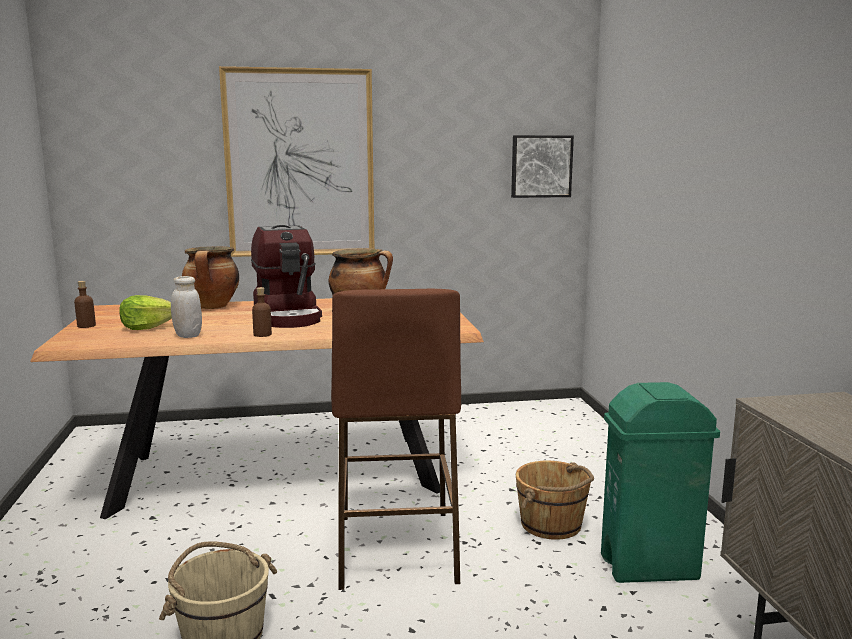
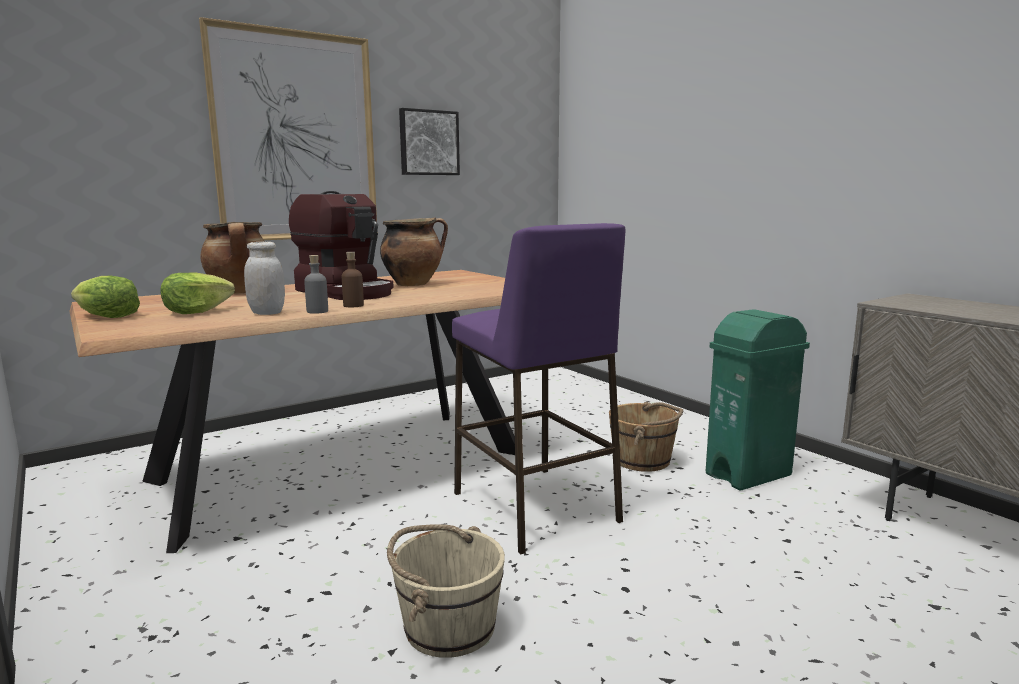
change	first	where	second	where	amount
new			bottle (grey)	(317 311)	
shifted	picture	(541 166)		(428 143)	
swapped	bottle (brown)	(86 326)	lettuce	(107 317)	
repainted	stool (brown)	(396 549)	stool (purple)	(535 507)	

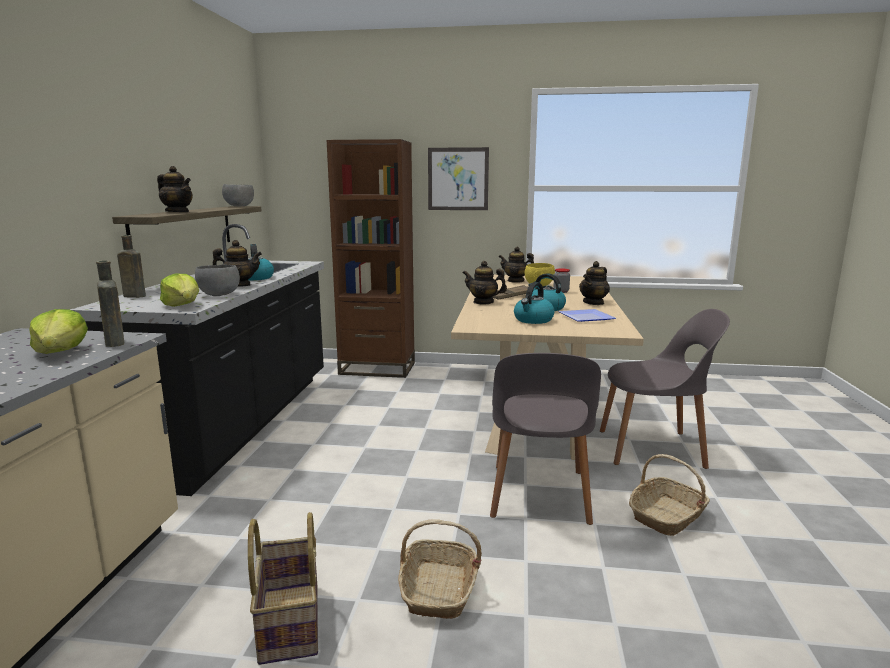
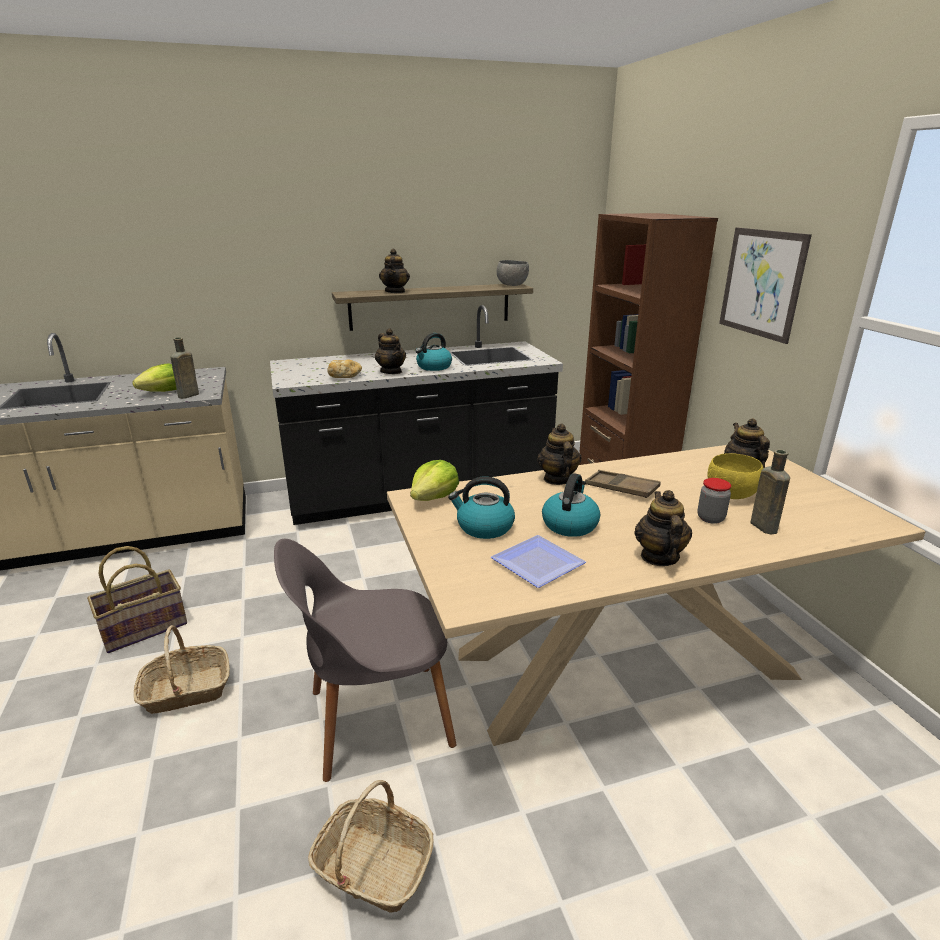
change	first	where	second	where	amount
gone	chair (grey)	(654 448)			
shifted	bottle (brown)	(133 296)		(762 526)	
shifted	lettuce	(183 305)		(434 498)	
swapped	bowl (grey)	(218 295)	bread	(345 377)	
rotated	teapot	(593 303)		(659 557)	75 degrees clockwise

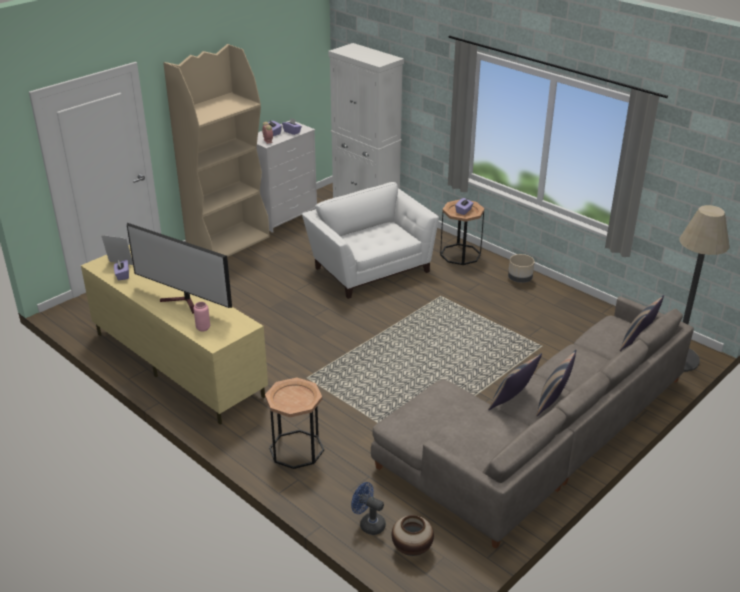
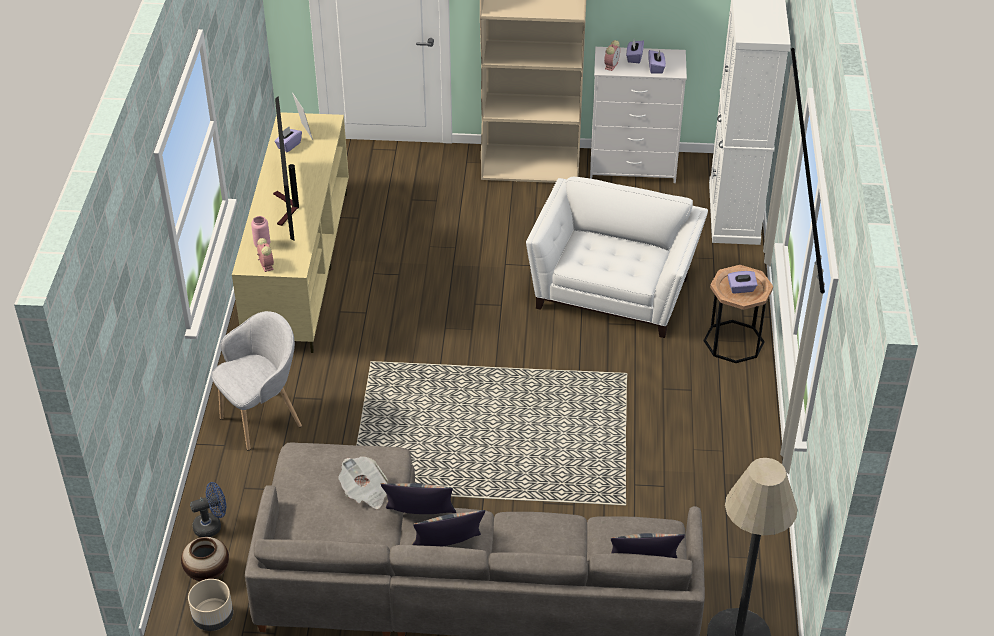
change	first	where	second	where	amount
new			alarm clock	(266 265)	
new			newspaper	(365 492)	
shifted	planter (beige)	(520 279)		(213 618)	
swapped	side table (brown)	(296 449)	armchair (grey)	(263 419)	
rotated	fan (blue)	(368 524)		(212 525)	75 degrees clockwise

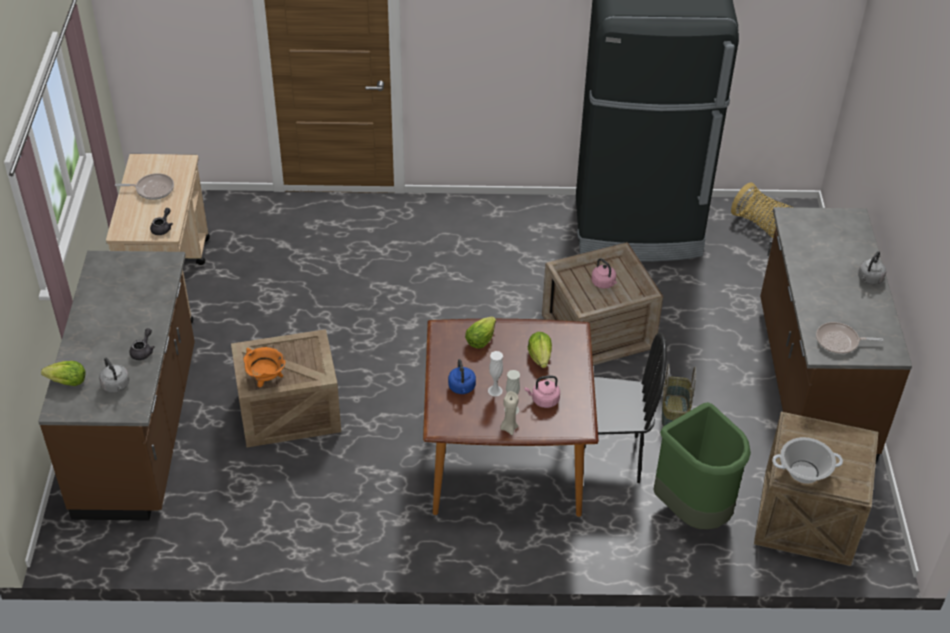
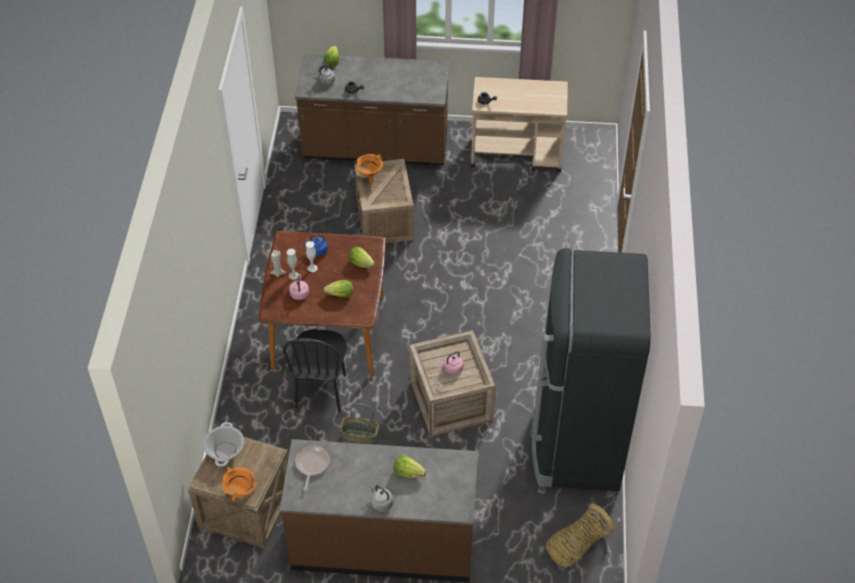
change	first	where	second	where	amount
gone	frying pan	(152 189)			
gone	trash can (green)	(693 510)			
new			cooking pot (orange)	(241 493)	
new			lettuce	(408 472)	

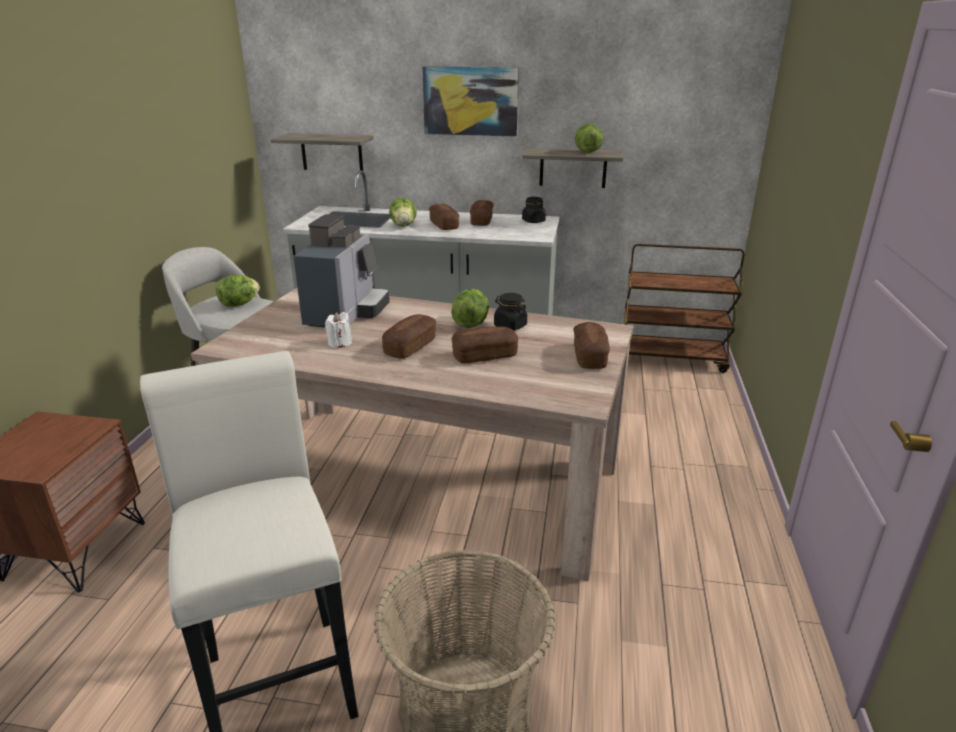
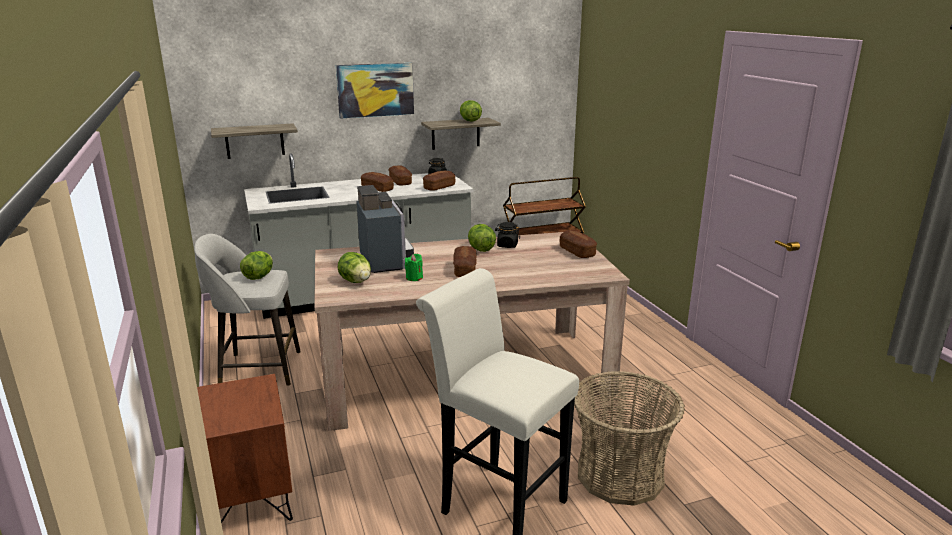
change	first	where	second	where	amount
shifted	lettuce	(403 226)		(356 281)	
shifted	bread	(484 356)		(439 187)	
repainted	candle (white)	(339 343)	candle (green)	(414 278)	

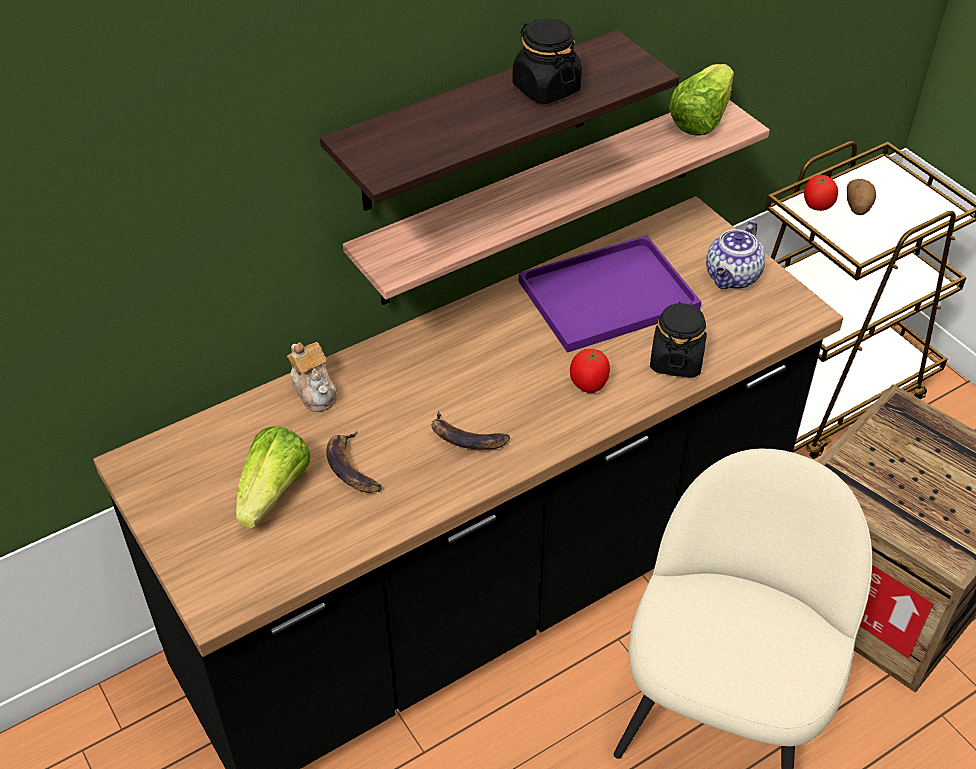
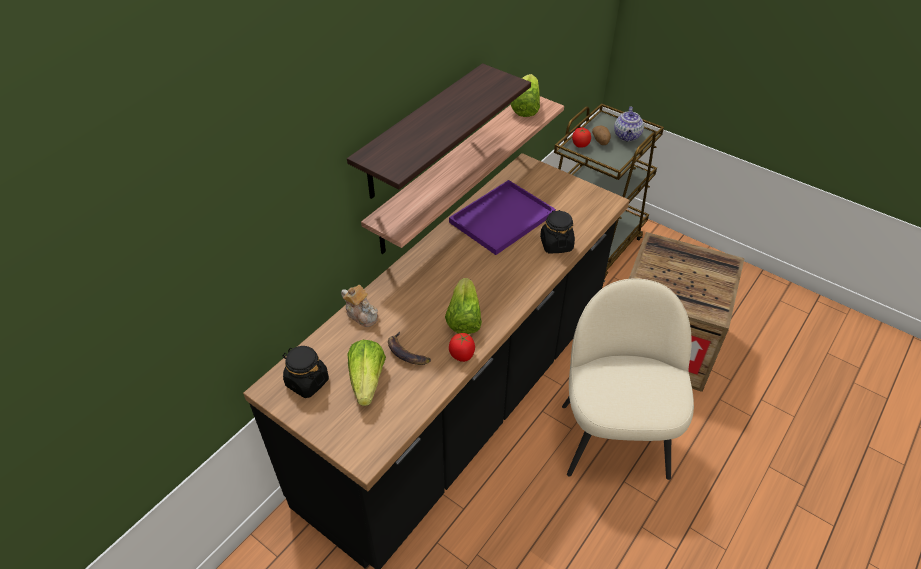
change	first	where	second	where	amount
shifted	jar (black)	(546 88)		(307 382)	
shifted	tomato	(589 384)		(462 355)	
shifted	teapot	(732 278)		(627 136)	
swapped	banana	(466 438)	lettuce	(464 318)	

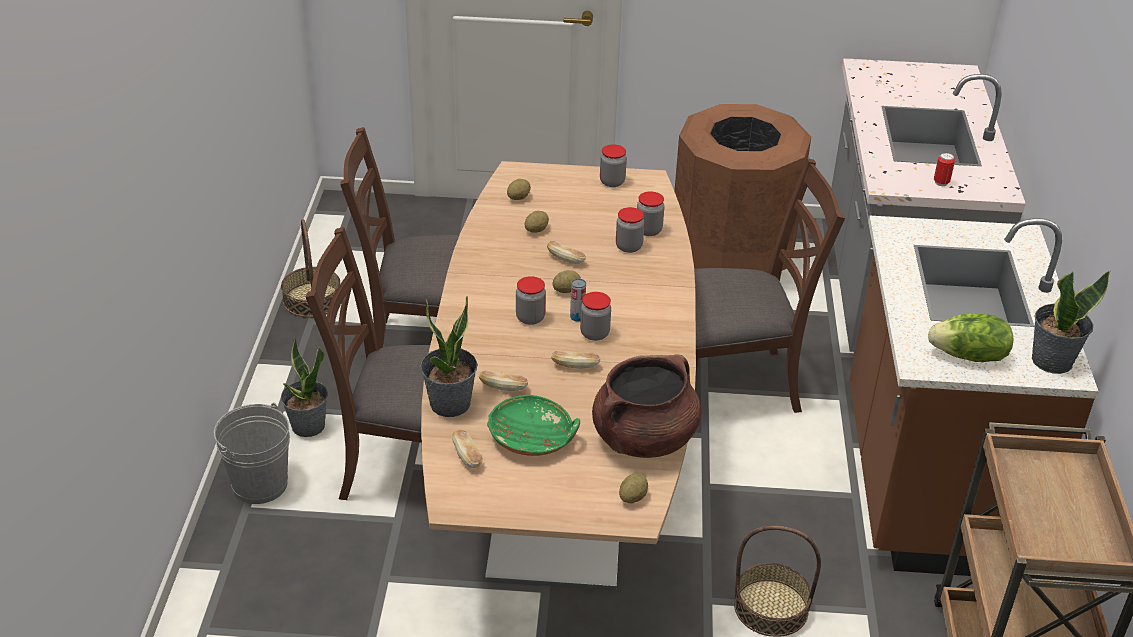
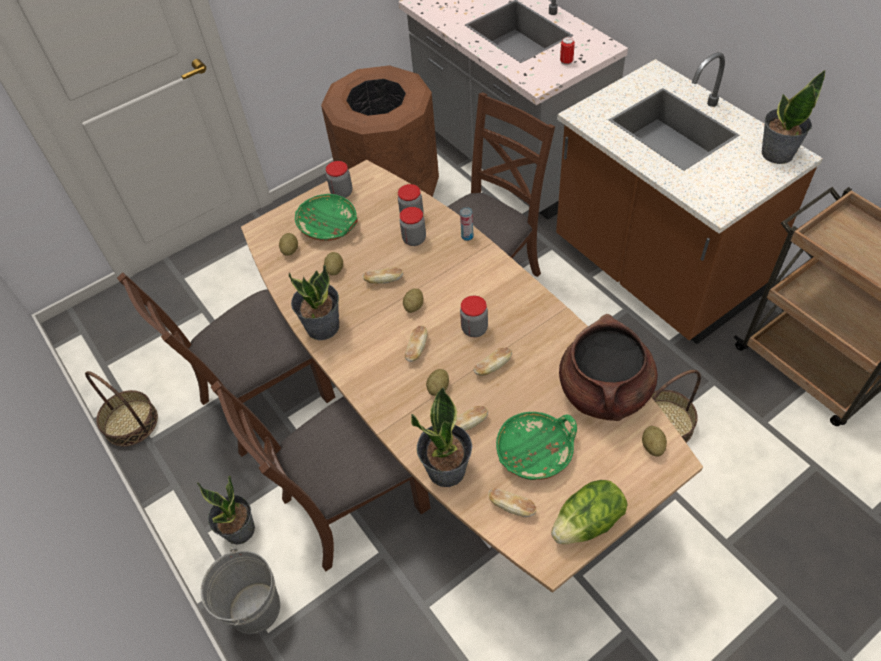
change	first	where	second	where	amount
new			potted plant	(322 326)	
new			bowl (green)	(329 226)	
new			potato	(438 388)	
shifted	can	(577 317)		(467 236)	
shifted	lettuce	(969 356)		(588 523)	
swapped	jar	(530 318)	bread	(416 349)	

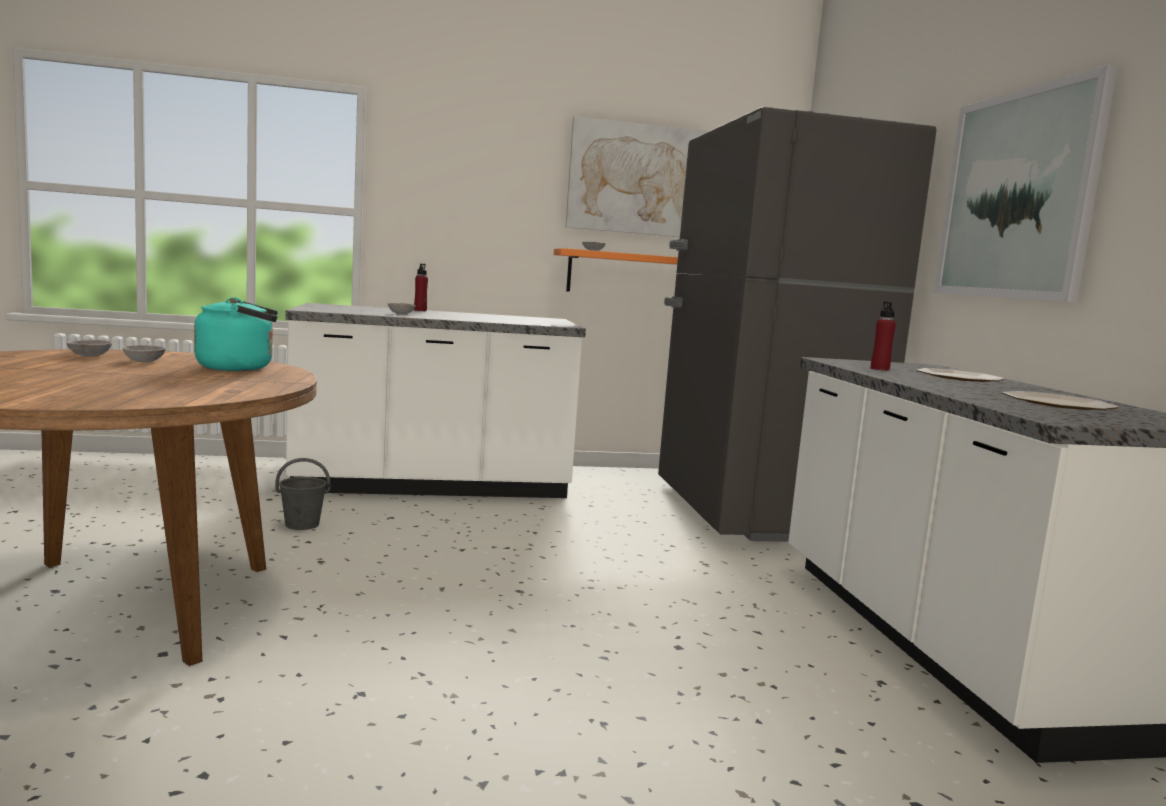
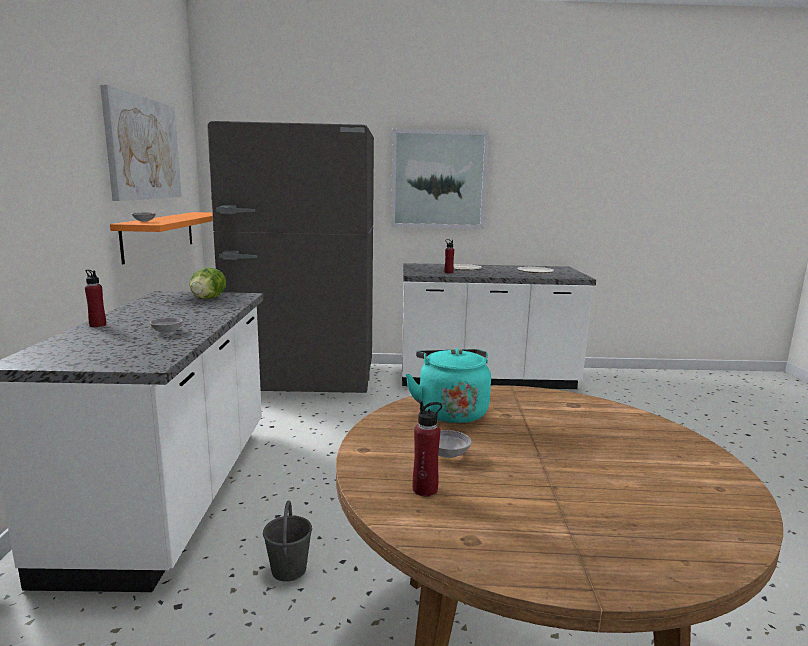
change	first	where	second	where	amount
new			lettuce	(208 298)	
swapped	bowl (grey)	(89 356)	bottle (red)	(425 489)	

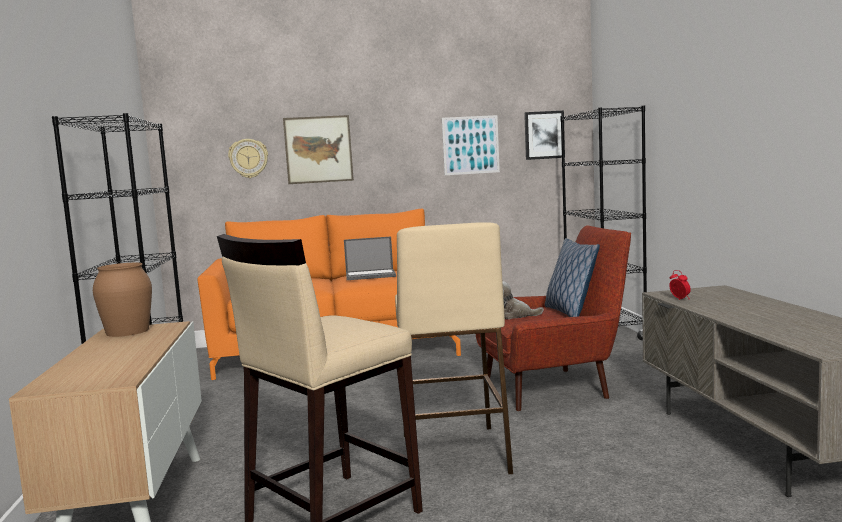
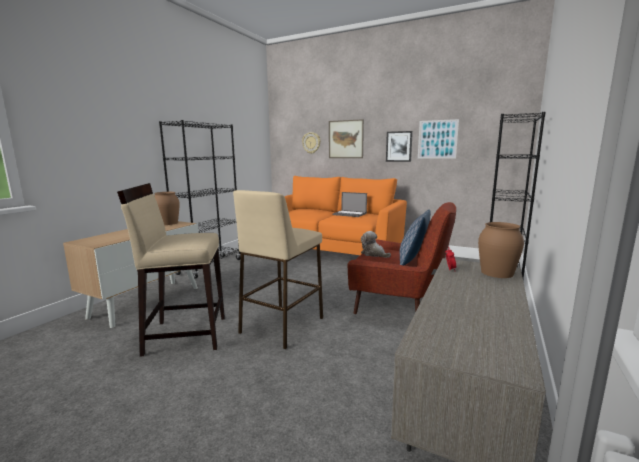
change	first	where	second	where	amount
new			vase (brown)	(497 273)	
shifted	picture	(544 135)		(399 146)	

